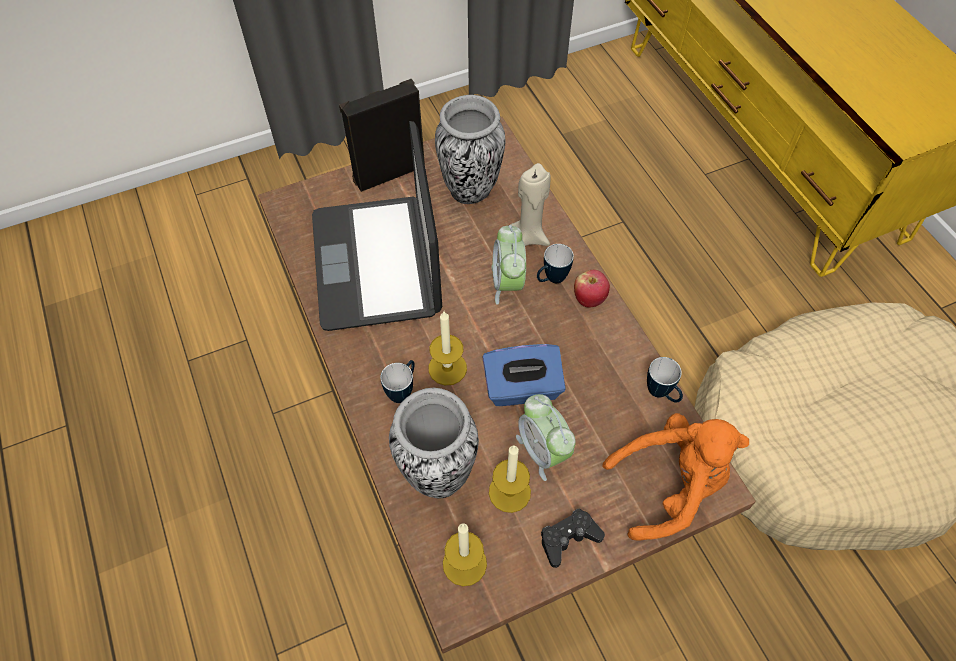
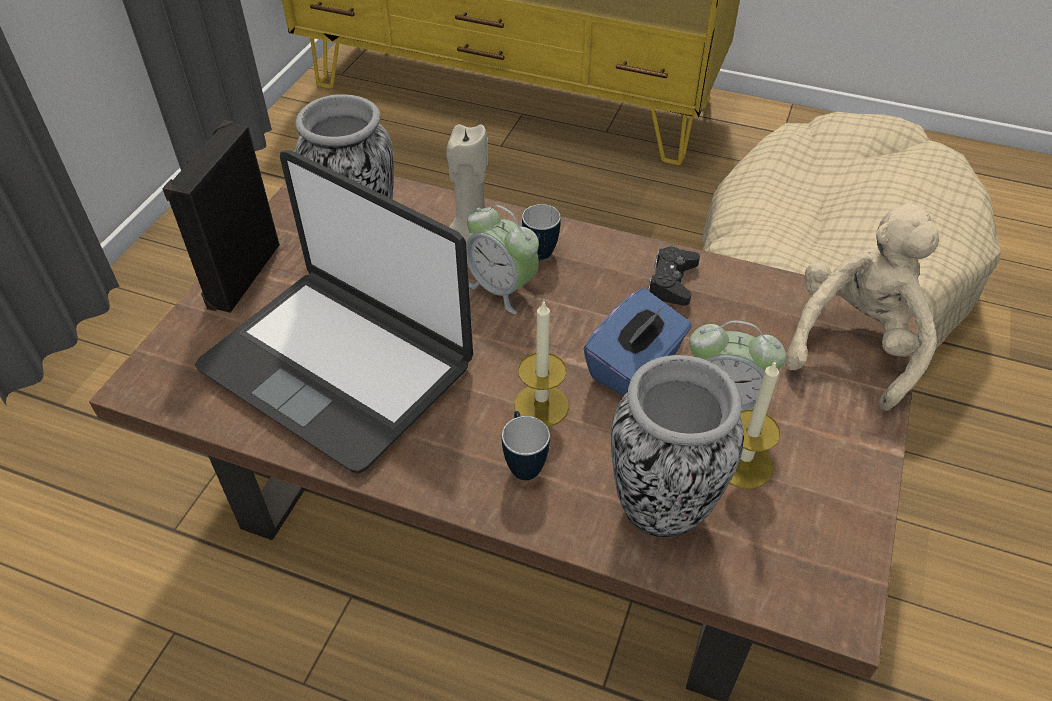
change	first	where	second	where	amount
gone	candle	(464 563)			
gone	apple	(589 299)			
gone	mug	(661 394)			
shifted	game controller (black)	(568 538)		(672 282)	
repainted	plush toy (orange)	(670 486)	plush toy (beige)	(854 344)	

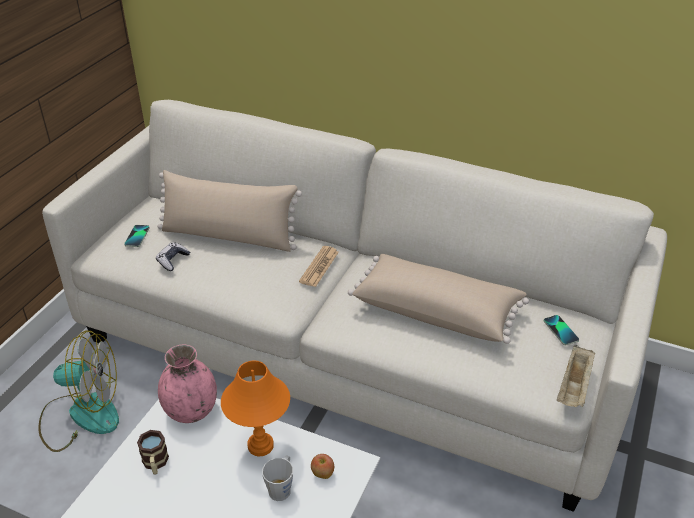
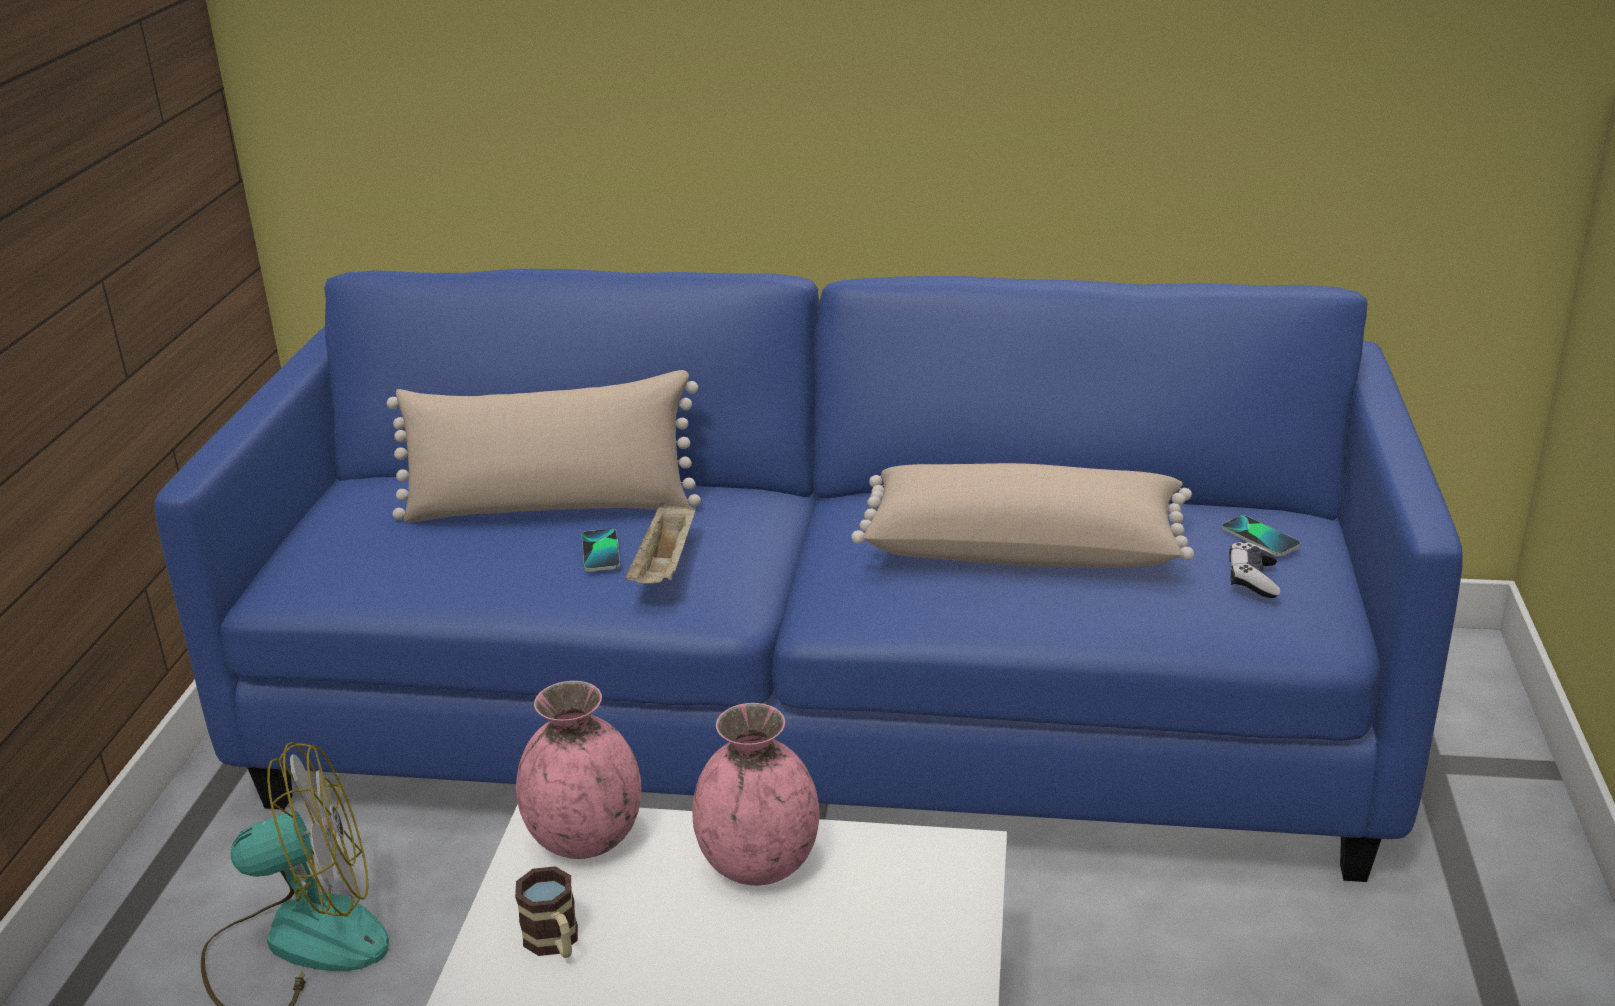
change	first	where	second	where	amount
gone	mug (grey)	(281 487)			
gone	newspaper	(319 267)			
gone	apple	(322 474)			
shifted	phone	(137 236)		(601 552)	
shifted	game controller	(173 260)		(1252 579)	
shifted	tray (beige)	(574 387)		(665 567)	
swapped	table lamp (orange)	(260 445)	vase (pink)	(760 864)	
repainted	sofa (white)	(348 351)	sofa (blue)	(817 717)	

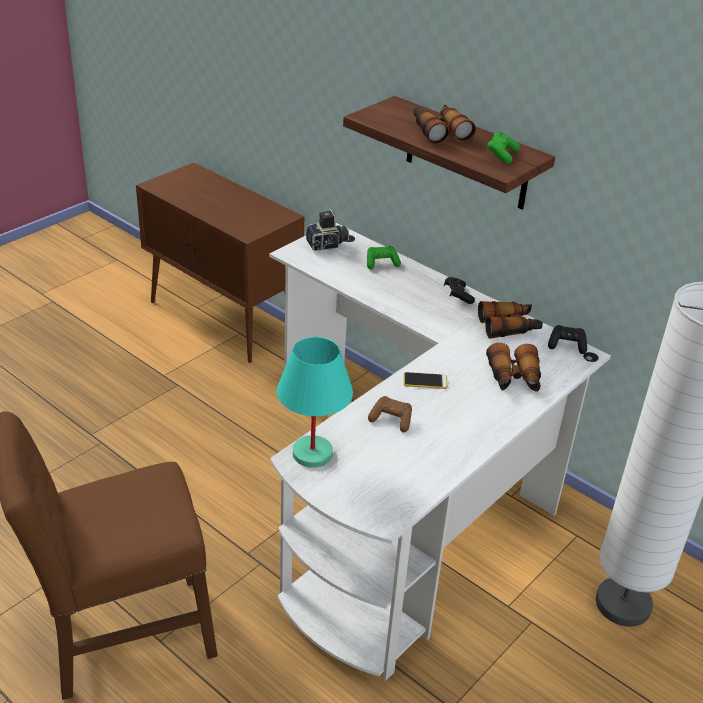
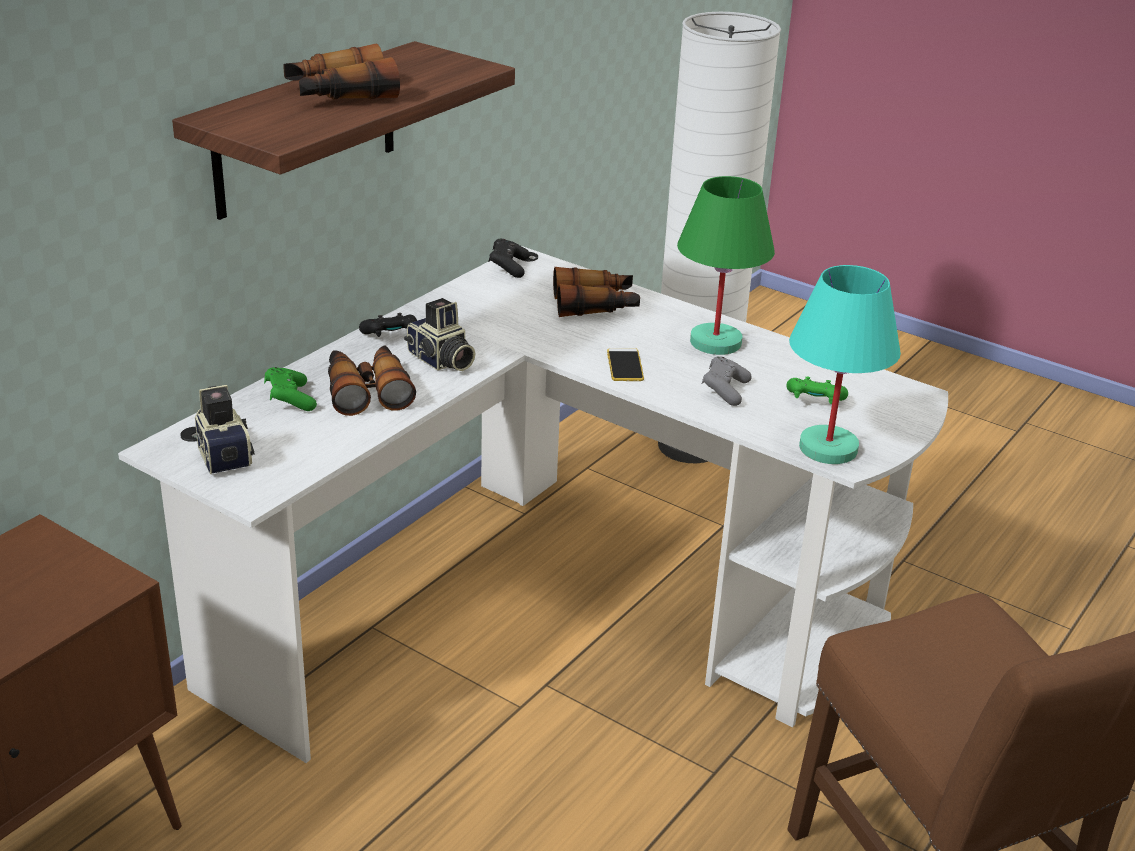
change	first	where	second	where	amount
new			photo camera	(440 361)	
new			table lamp (green)	(717 342)	
shifted	binoculars	(509 327)		(367 390)	
shifted	game controller (green)	(501 155)		(814 402)	
repainted	game controller (brown)	(391 420)	game controller (grey)	(724 390)	

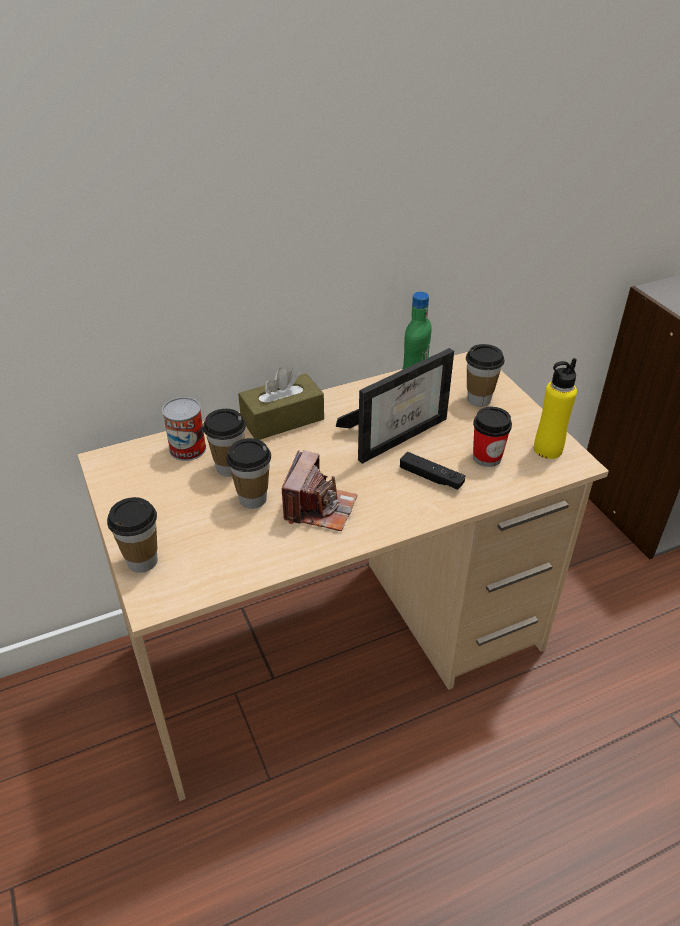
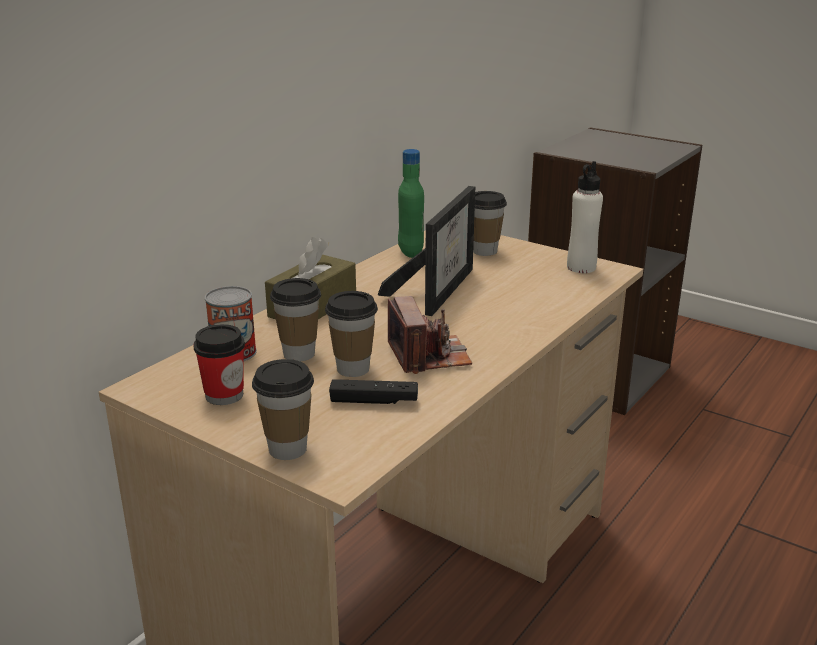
change	first	where	second	where	amount
shifted	game controller (black)	(431 477)		(374 401)	
shifted	cup	(487 457)		(224 395)	
repainted	bottle (yellow)	(547 449)	bottle (white)	(581 267)	

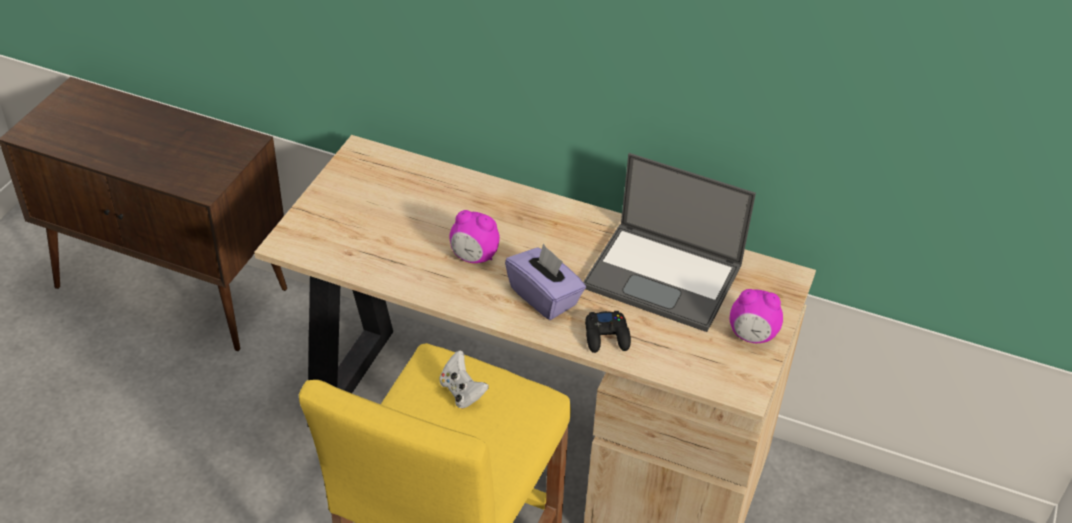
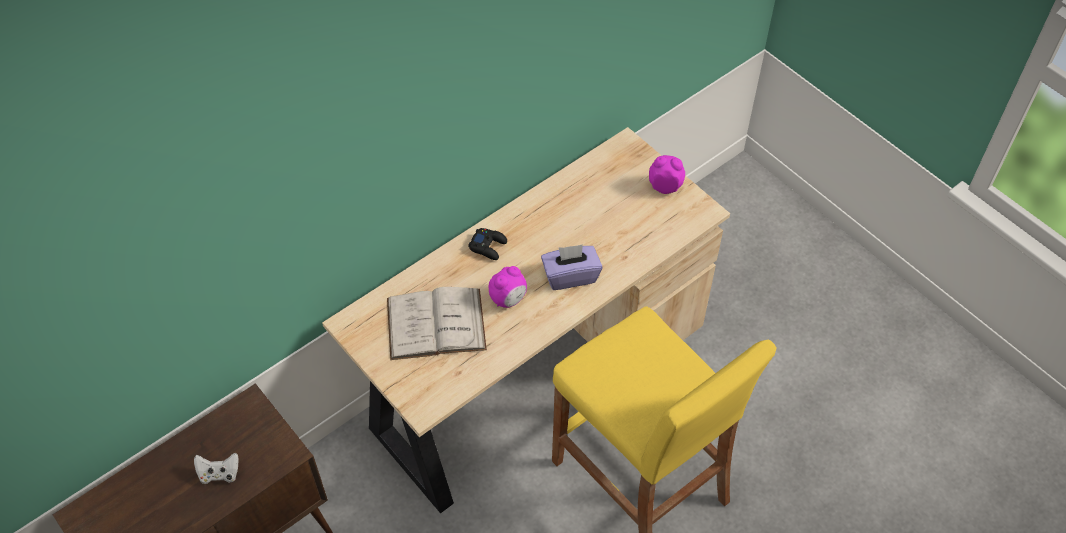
change	first	where	second	where	amount
gone	laptop	(665 276)			
new			book (white)	(436 324)	
shifted	game controller (white)	(462 392)		(219 474)	
shifted	game controller (black)	(607 336)		(488 246)	
rotated	alarm clock	(752 336)		(665 186)	120 degrees counterclockwise

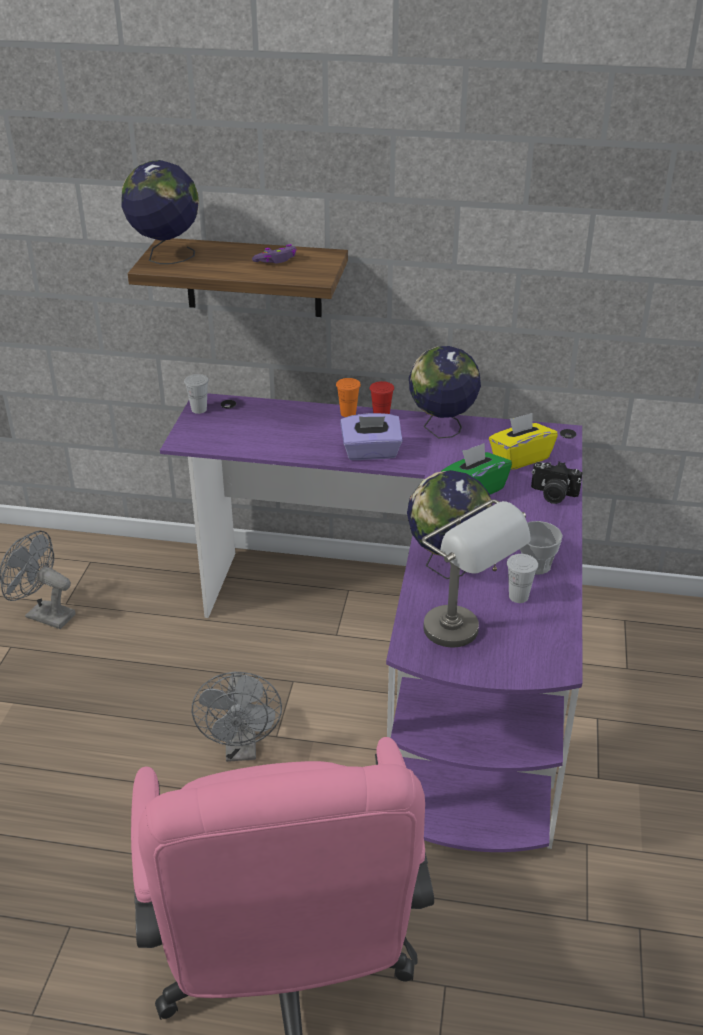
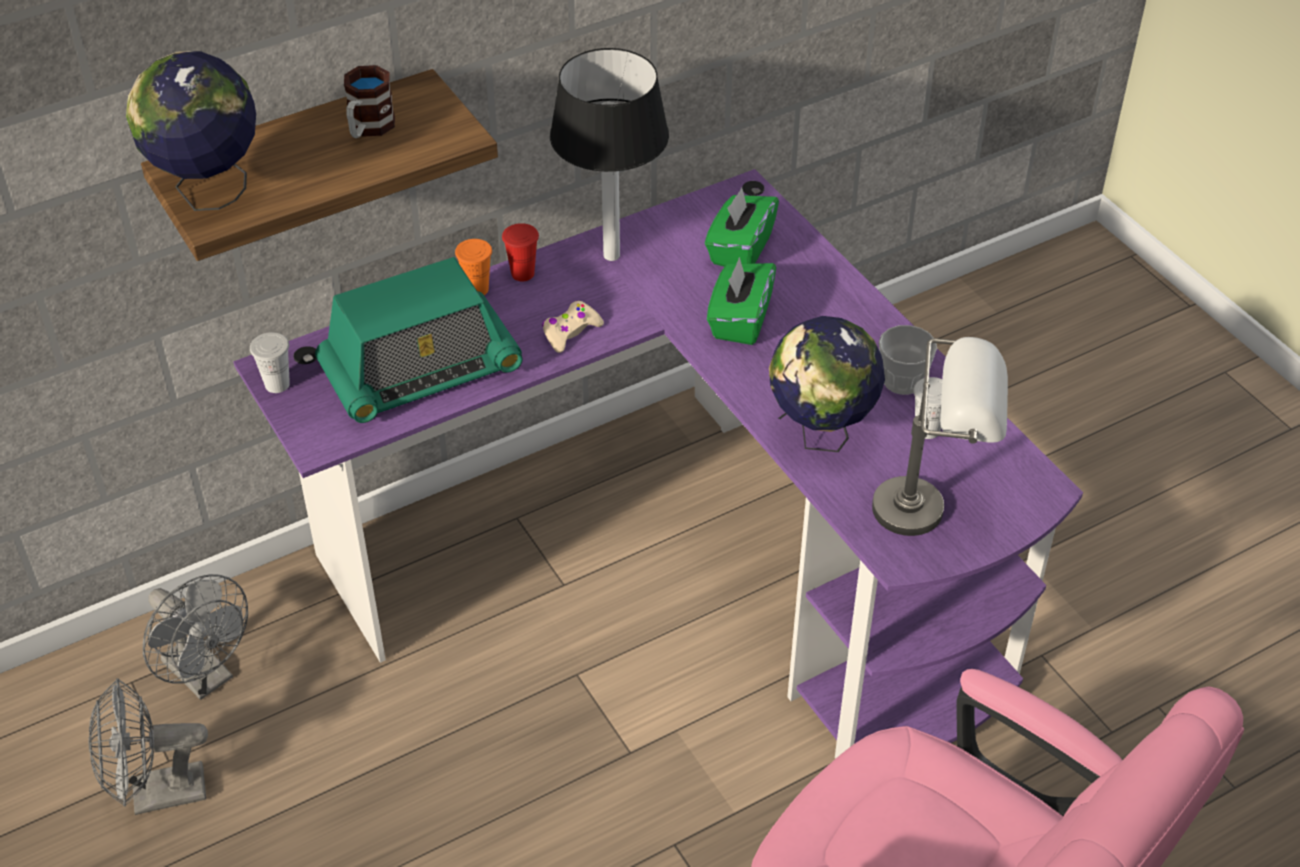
change	first	where	second	where	amount
gone	photo camera	(553 495)			
new			radio	(421 371)	
shifted	fan (grey)	(241 749)		(205 677)	
swapped	game controller (purple)	(276 260)	mug	(368 129)	
swapped	tissue box (purple)	(371 453)	game controller (beige)	(570 332)	
swapped	globe	(441 429)	table lamp	(613 255)	
repainted	tissue box (yellow)	(520 458)	tissue box (green)	(740 249)	

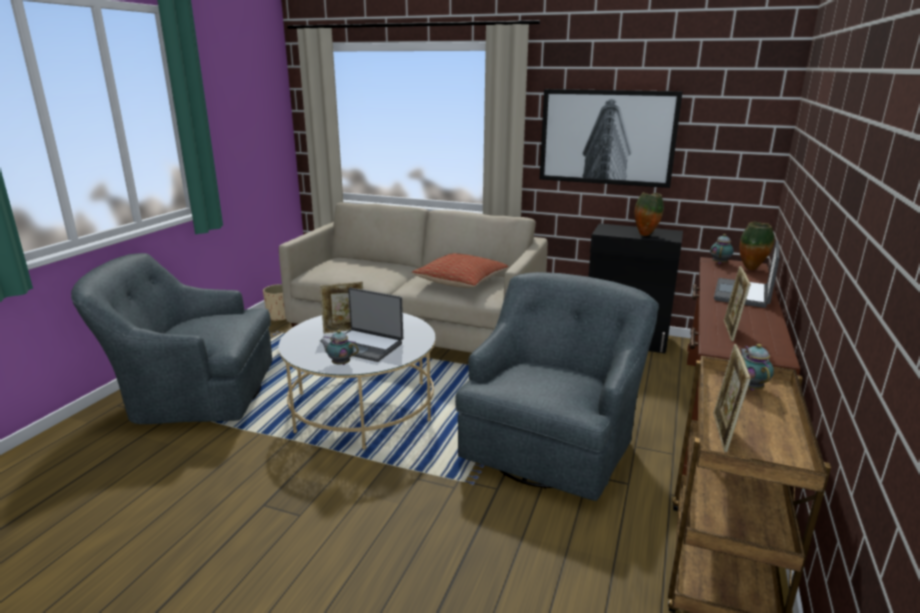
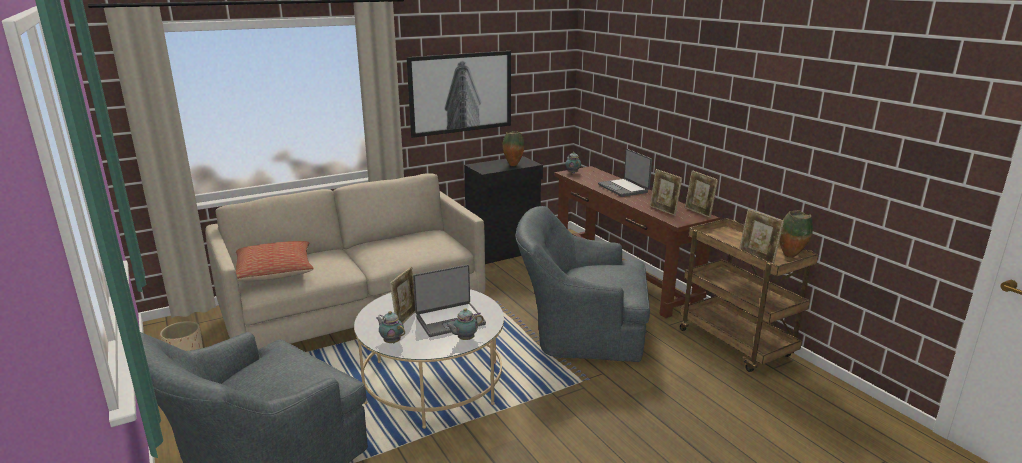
change	first	where	second	where	amount
new			picture frame	(698 212)	
shifted	pillow	(461 281)		(274 272)	
shifted	vase	(752 269)		(791 256)	
shifted	teapot	(749 387)		(391 341)	
rotated	armchair (grey)	(552 441)		(579 332)	60 degrees counterclockwise

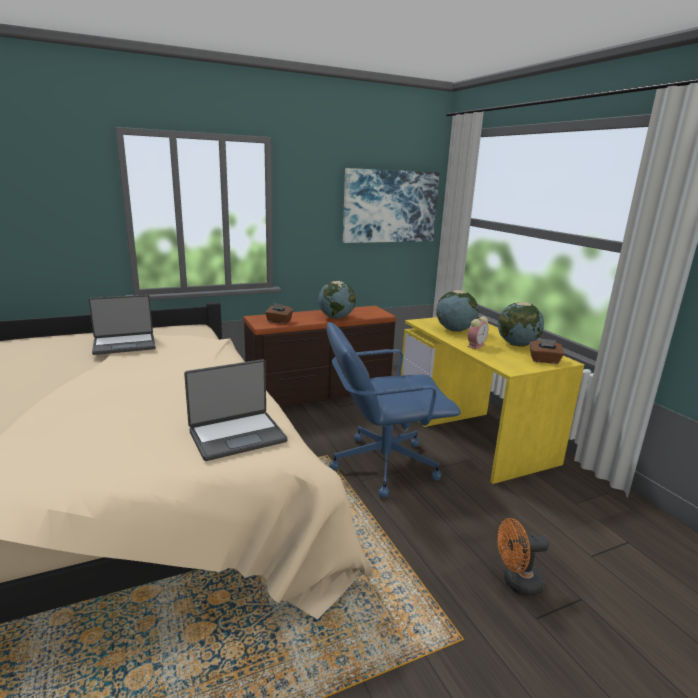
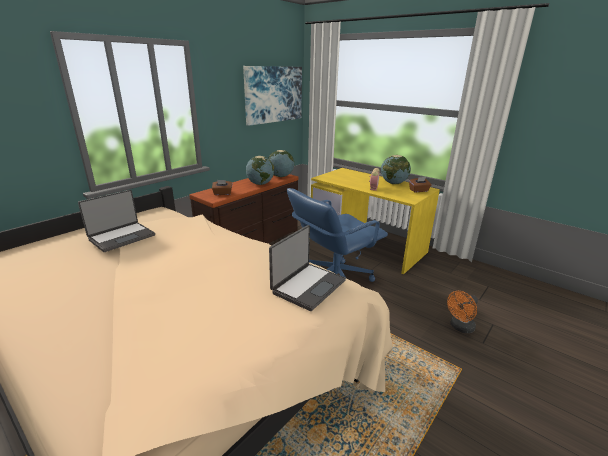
change	first	where	second	where	amount
shifted	globe	(454 330)		(281 176)	

